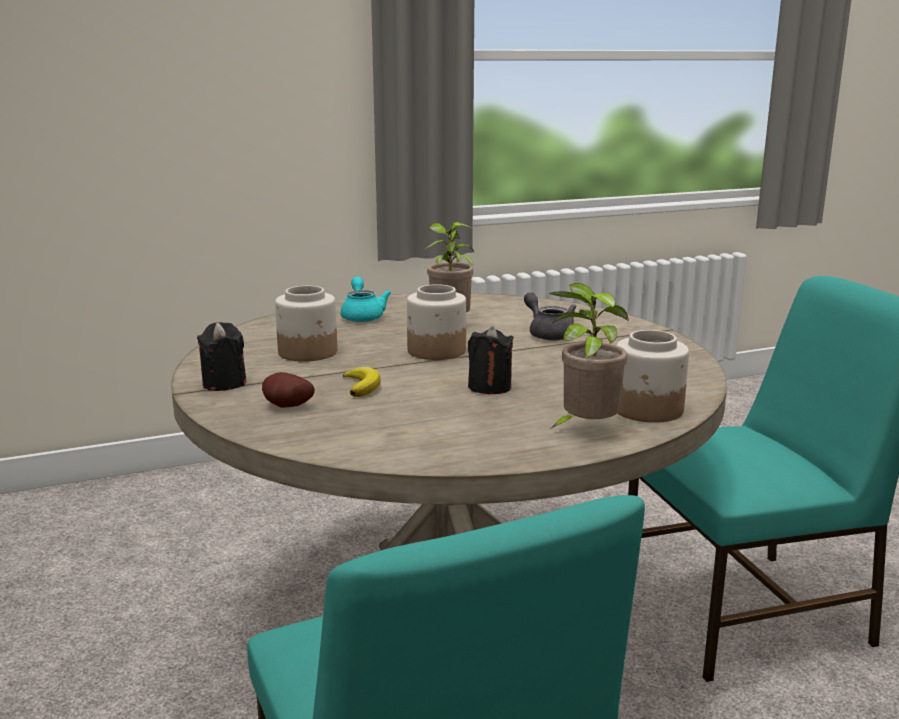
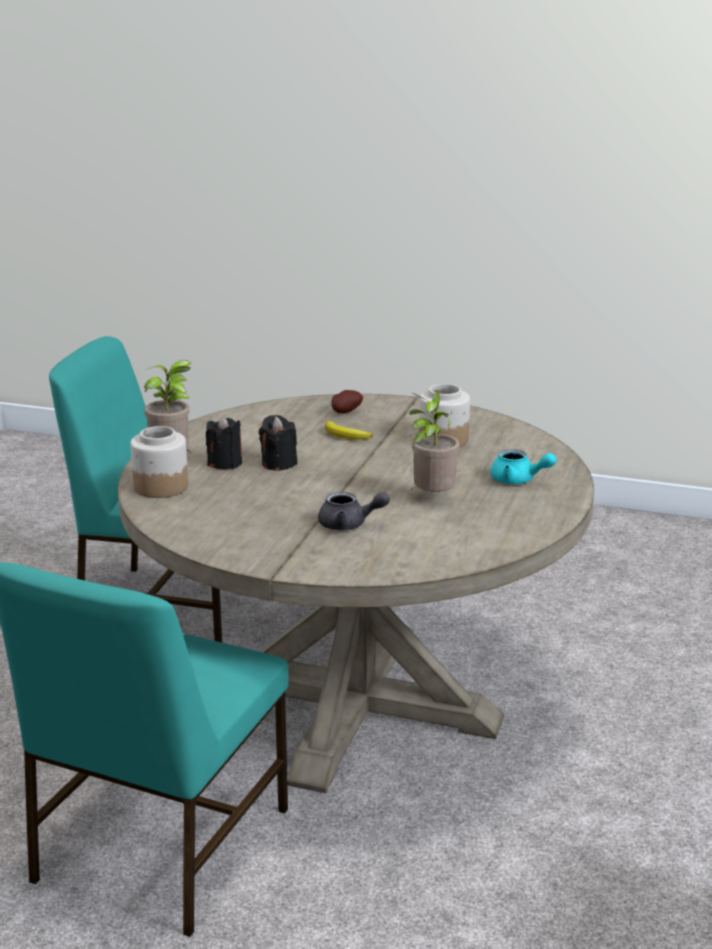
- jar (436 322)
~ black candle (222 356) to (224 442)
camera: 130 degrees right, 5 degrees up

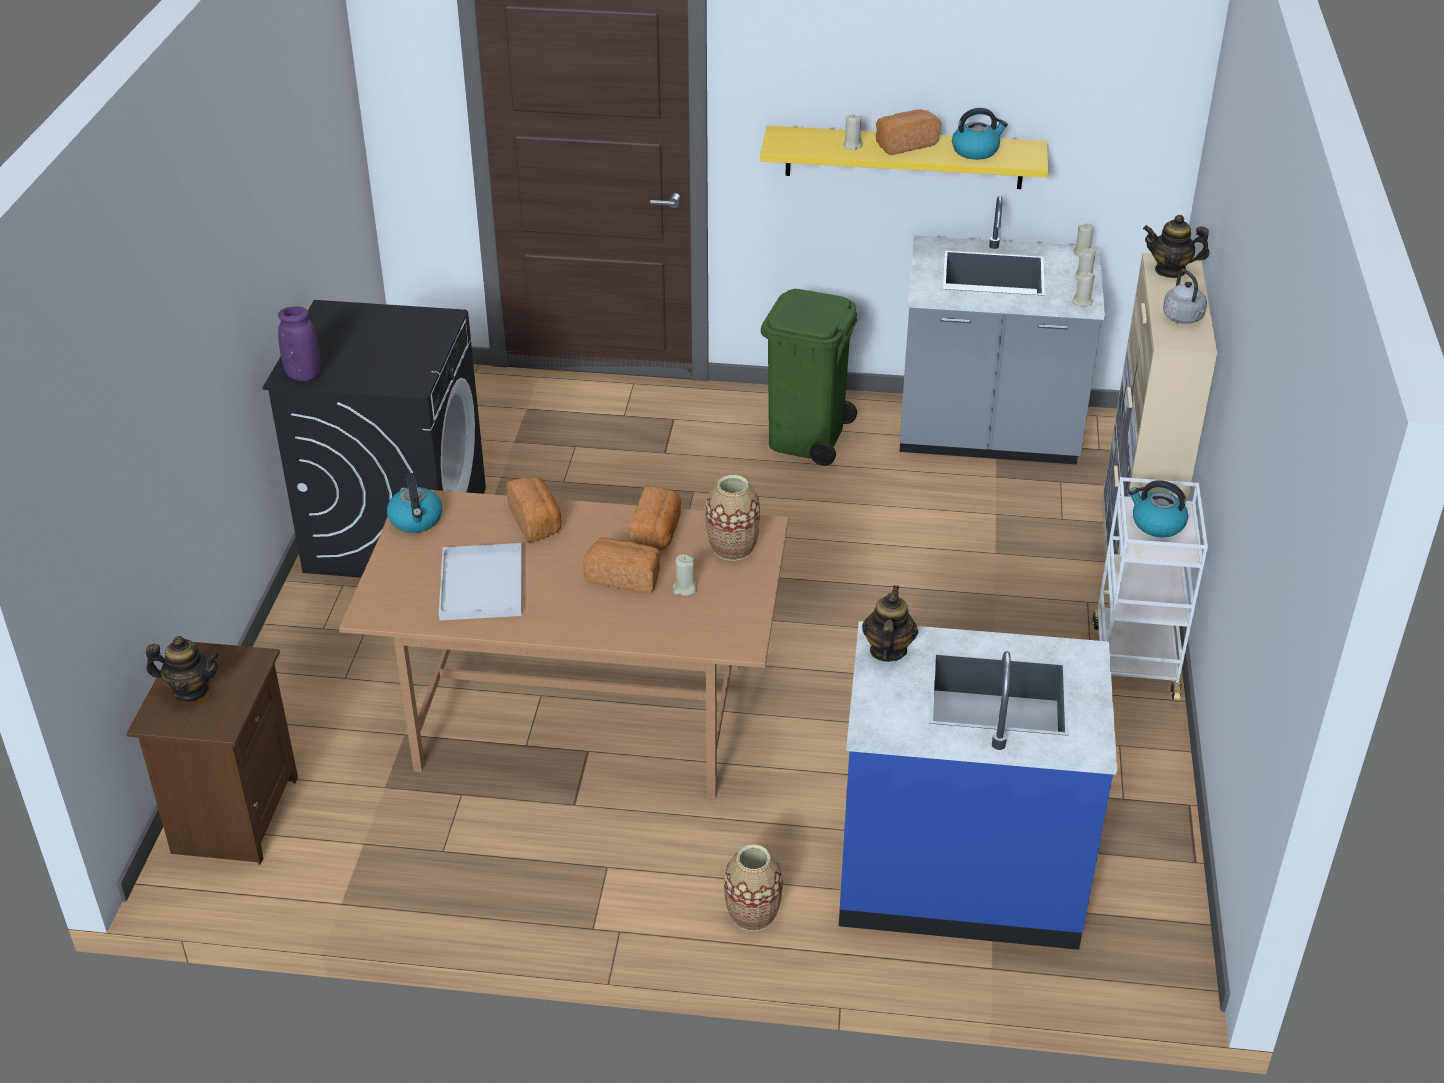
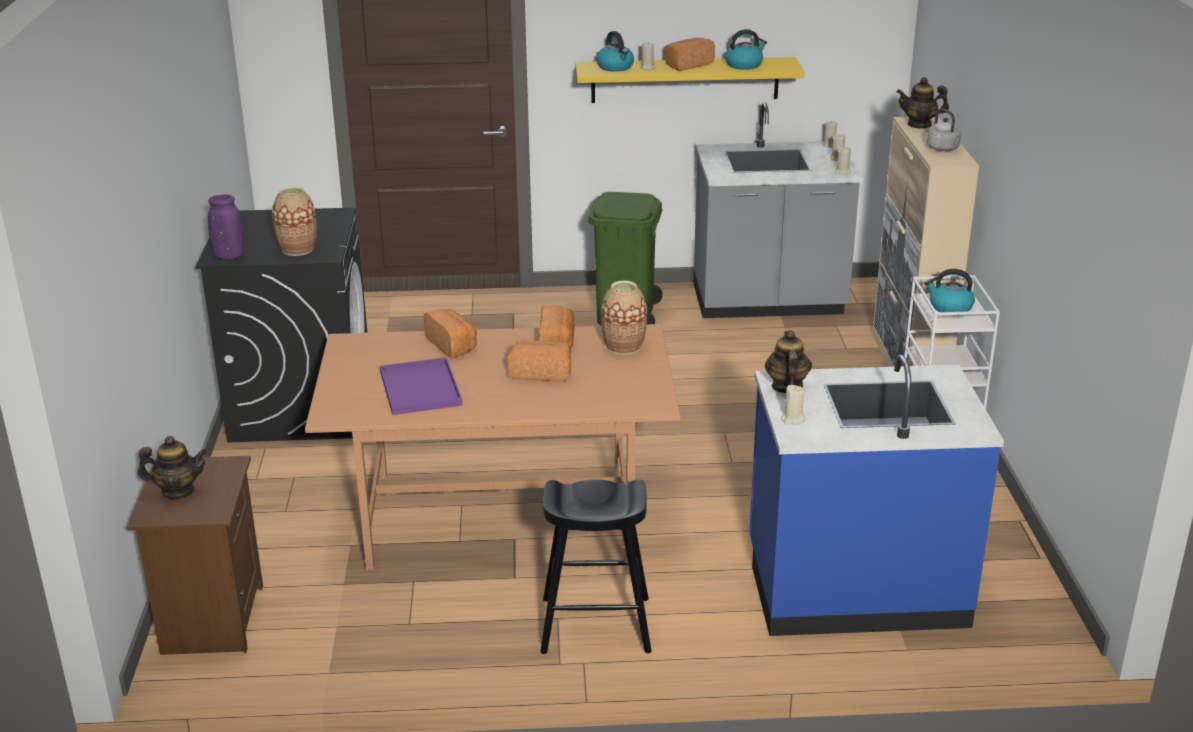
+ black stool (595 566)
~ kettle (414 503) to (615 51)
~ beige candle (684 575) to (793 405)
~ vase (753 887) to (294 221)
~ white tray (480 581) to purple tray (421 386)
camera: 10 degrees left, 10 degrees down

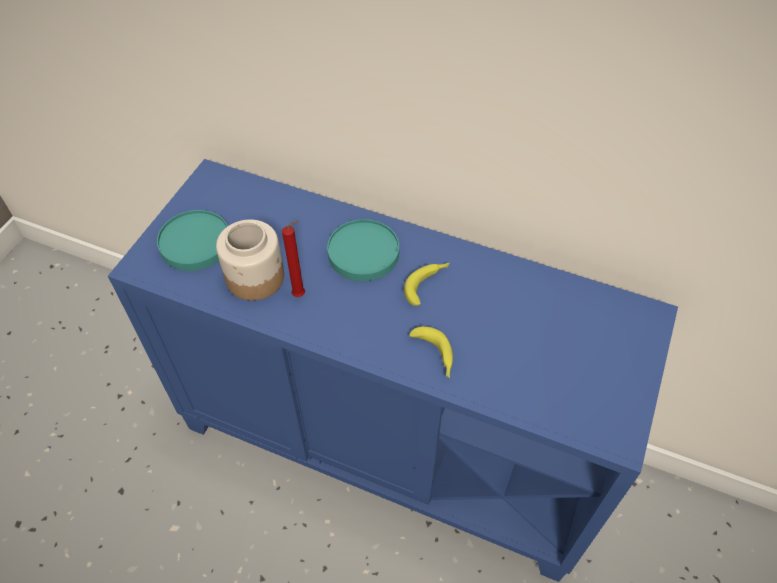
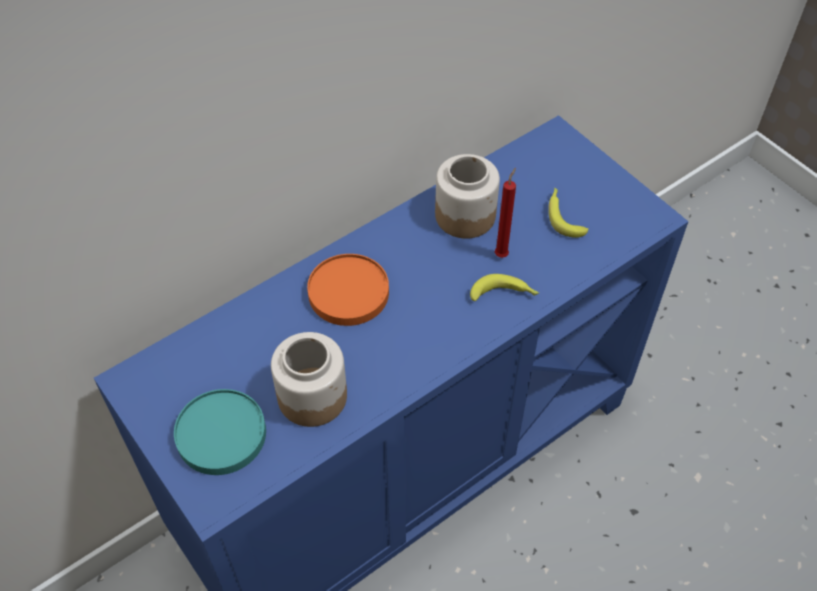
+ jar (467 196)
~ red candle (293 259) to (505 213)
~ banana (427 284) to (568 213)
~ turquoise plate (363 250) to orange plate (348 290)
camera: 60 degrees left, 0 degrees up

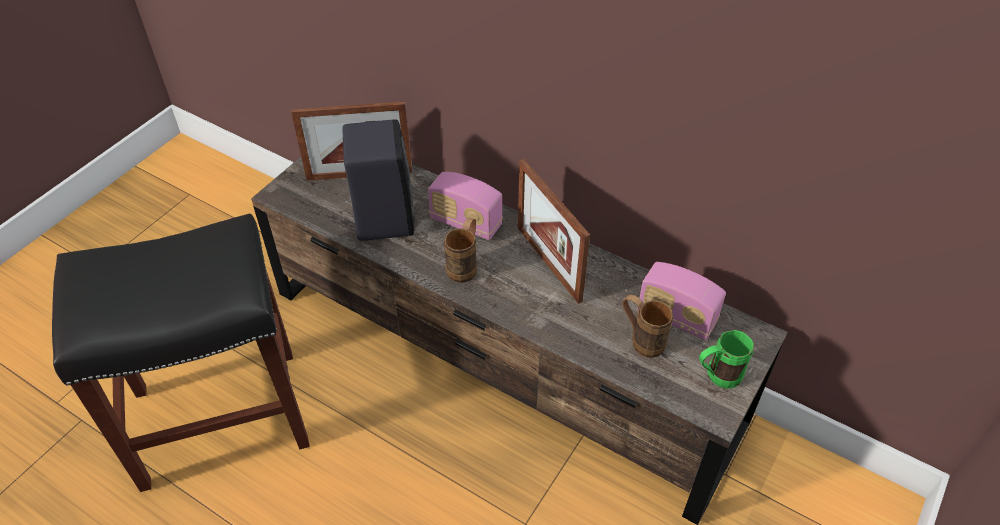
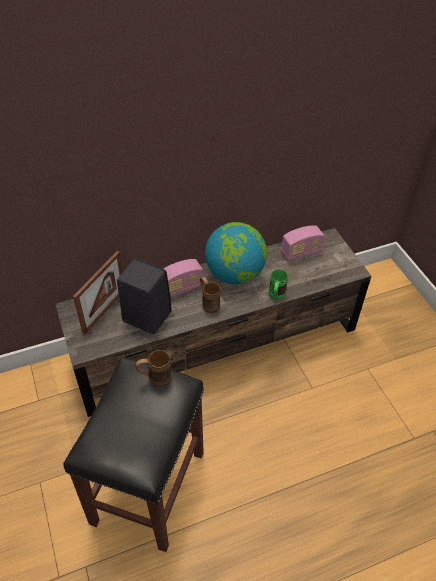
~ brown mug (647 326) to (153 368)
~ green mug (726 359) to (278 284)
~ picture frame (554 231) to globe (236 253)
camera: 55 degrees left, 0 degrees up

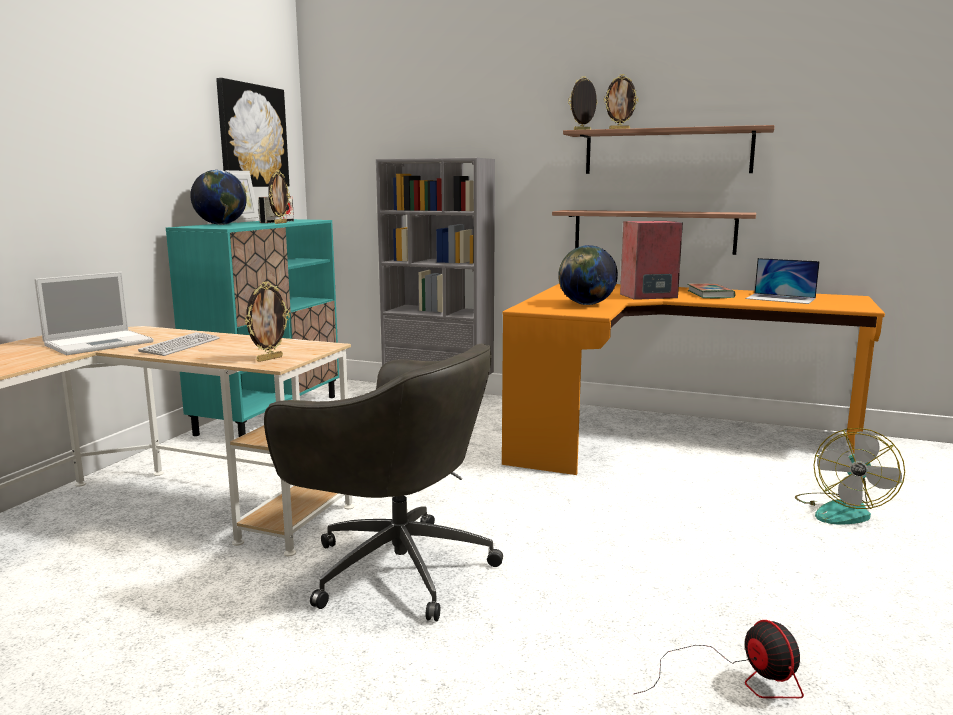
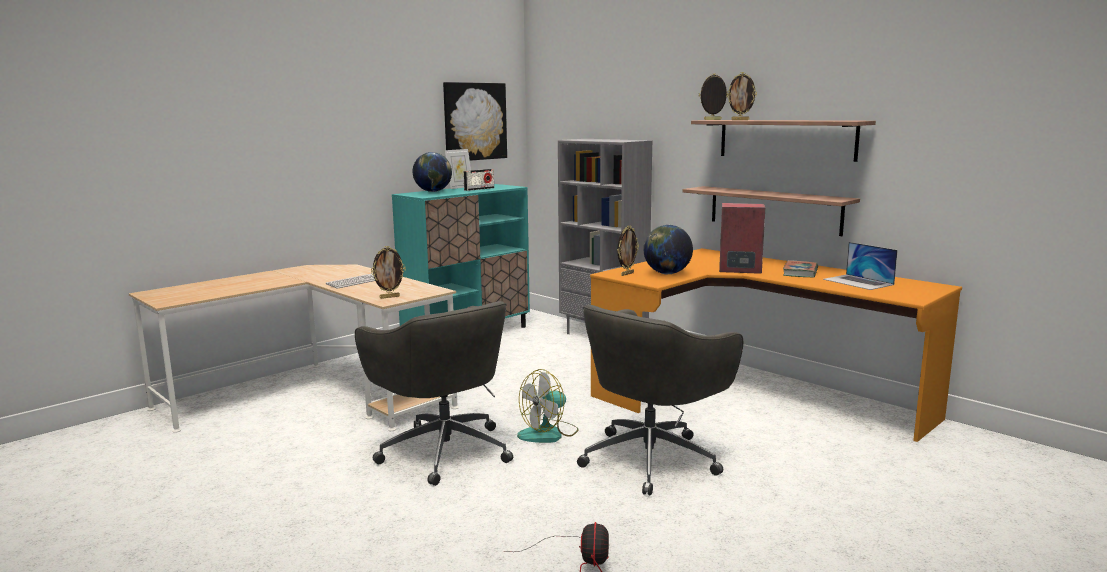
- laptop (93 313)
+ grey office chair (660 400)
~ picture frame (279 197) to (628 250)
~ fan (850 476) to (548 406)
camera: 25 degrees right, 0 degrees up

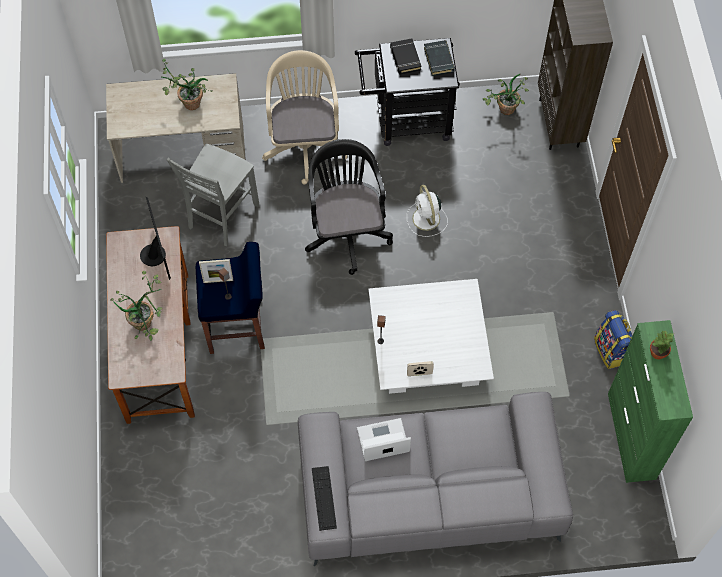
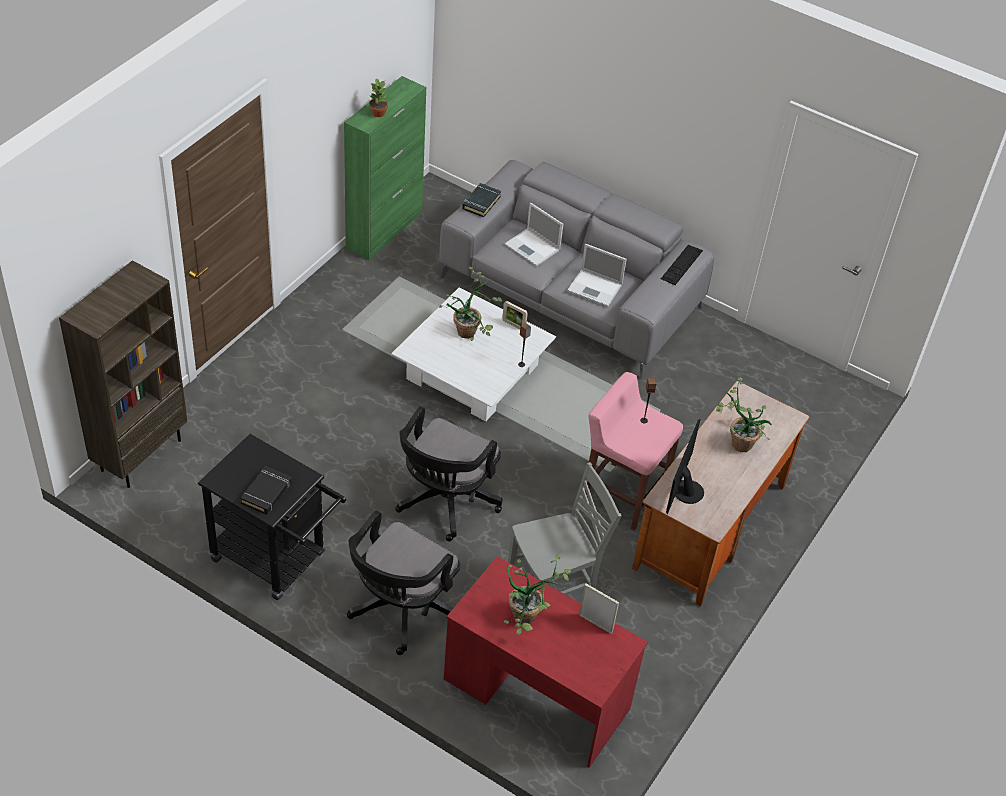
- white fan (427 211)
- backpack (613 339)
+ laptop (533 234)
~ picture frame (216 271) to (599 608)
~ black book (439 58) to (482 200)
~ potted plant (505 94) to (470 304)
~ beige desk (176 128) to red desk (546 662)
~ blue stool (230 298) to pink stool (634 451)
~ beige office chair (304 117) to black office chair (403 583)
camera: 145 degrees left, 15 degrees down

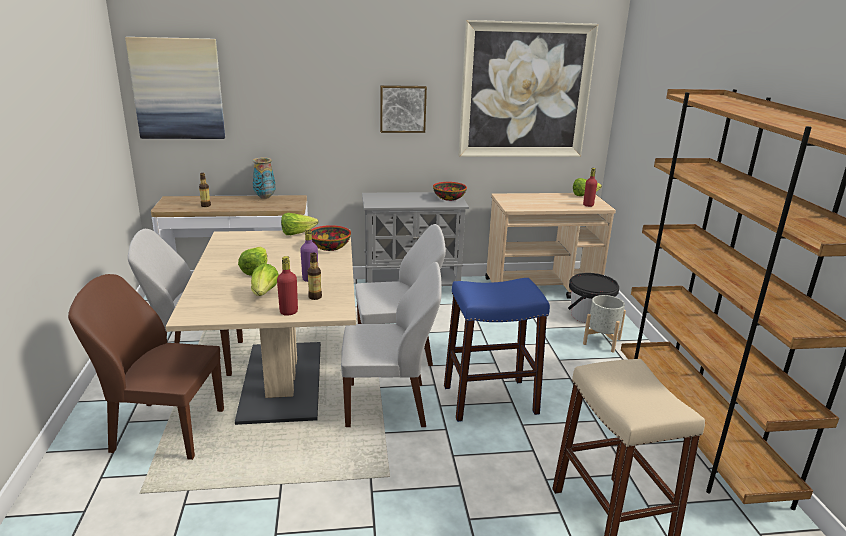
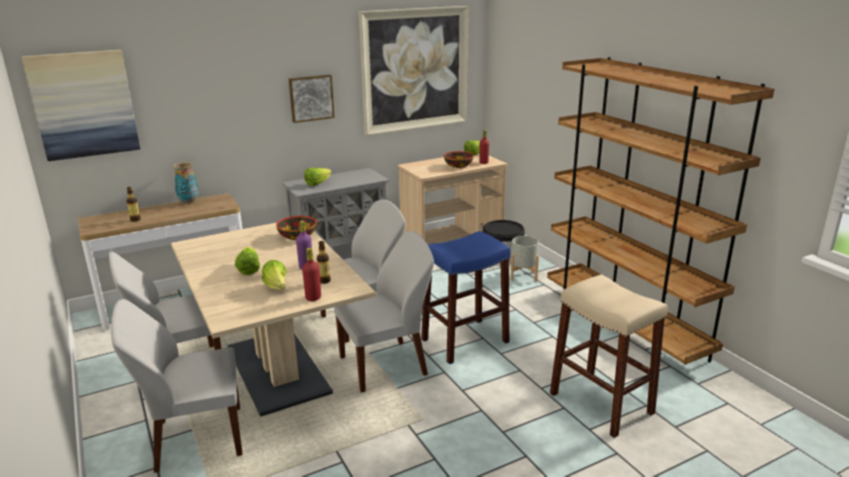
~ lettuce (299 224) to (318 177)
~ bowl (450 191) to (459 159)
~ brown chair (146 367) to white chair (176 386)
camera: 20 degrees left, 0 degrees up

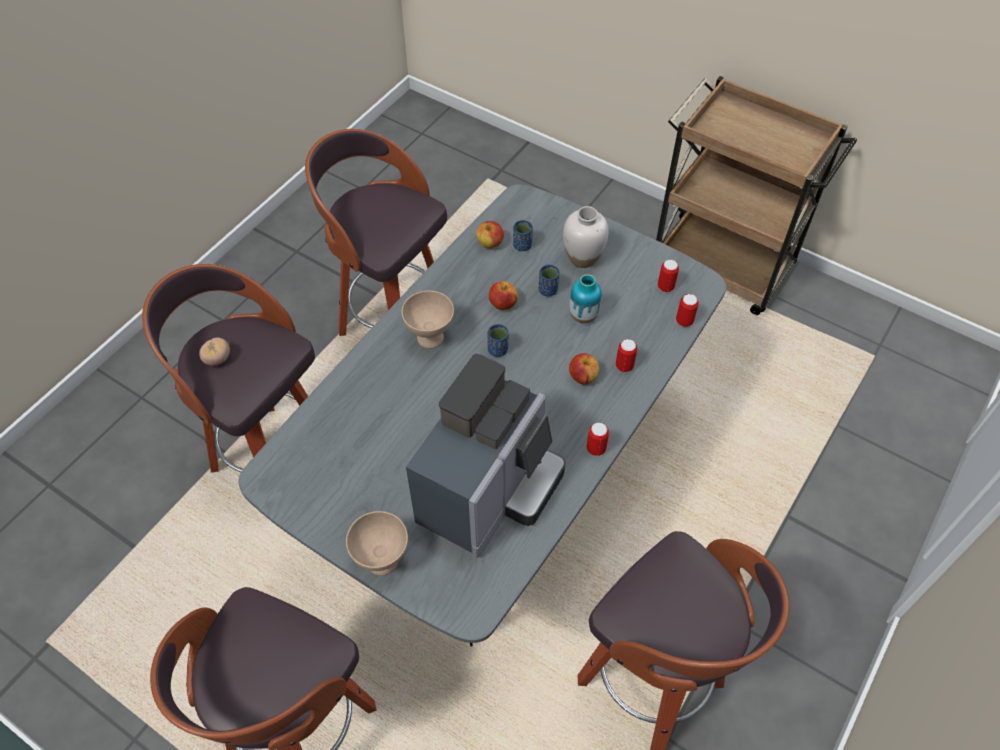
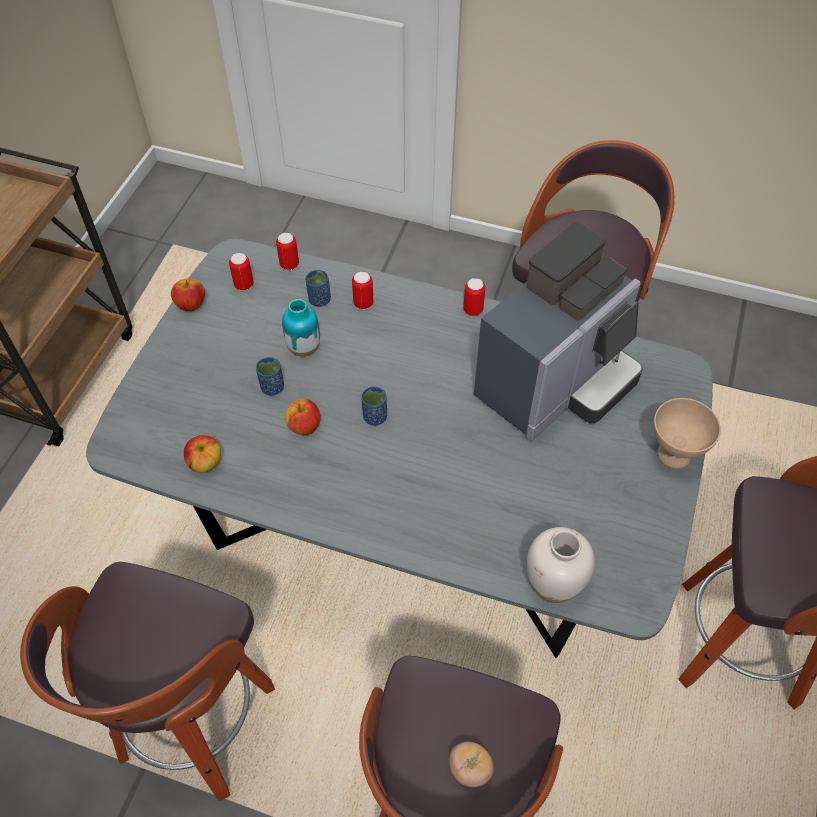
- beige bowl (428 320)
~ blue cup (523 235) to (318 288)
~ white vase (586 237) to (561 565)
~ apple (584 369) to (188 294)
~ coffee machine (485 456) = (558 331) 120 degrees clockwise
camera: 105 degrees left, 0 degrees up

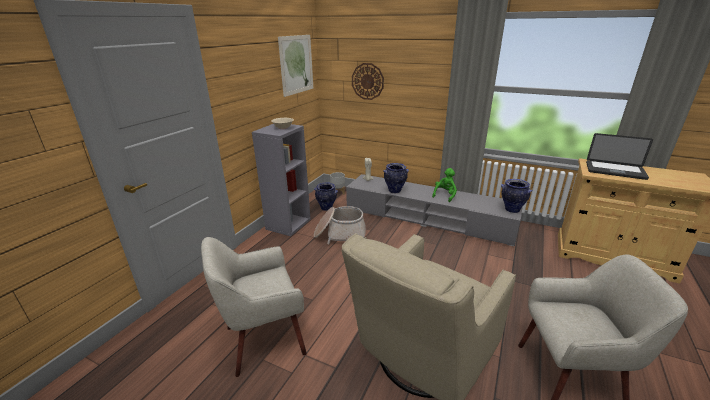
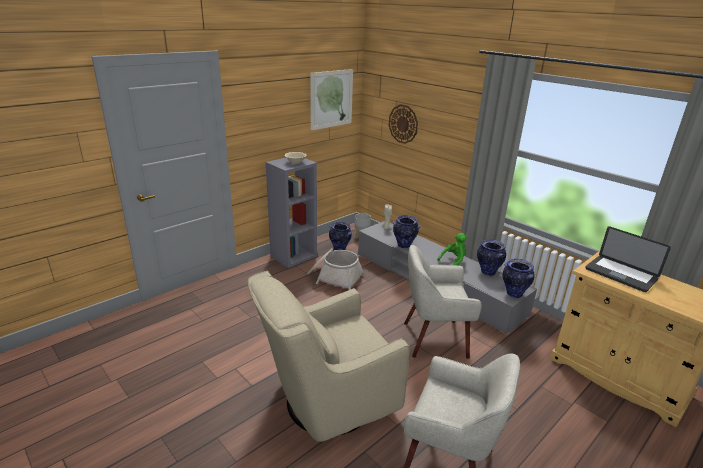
+ vase (491 257)
~ beige armchair (254 307) to (443 302)
camera: 20 degrees right, 0 degrees up

